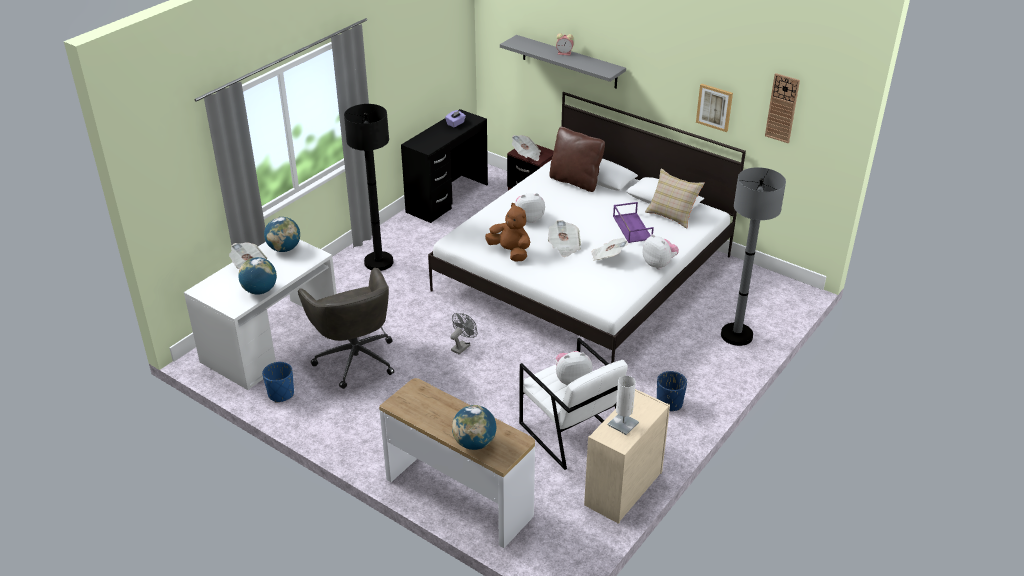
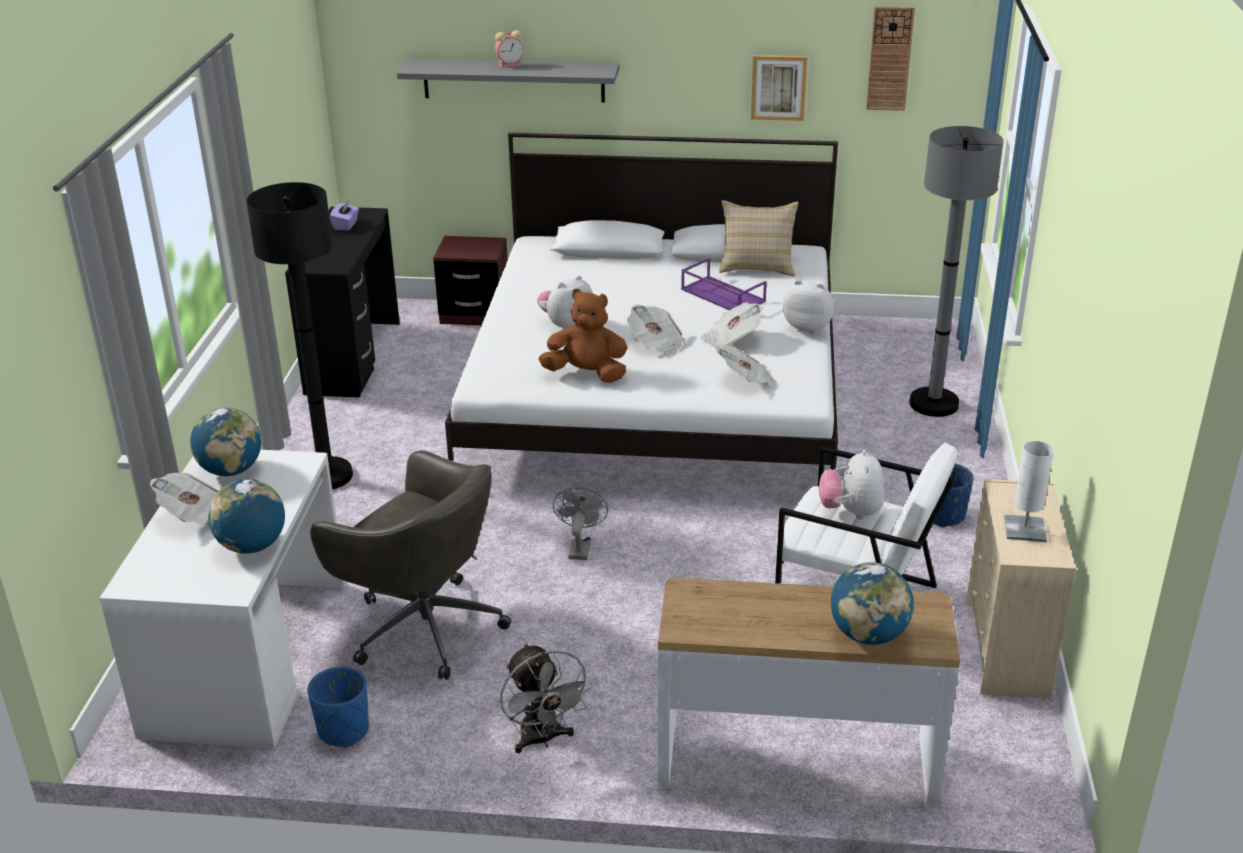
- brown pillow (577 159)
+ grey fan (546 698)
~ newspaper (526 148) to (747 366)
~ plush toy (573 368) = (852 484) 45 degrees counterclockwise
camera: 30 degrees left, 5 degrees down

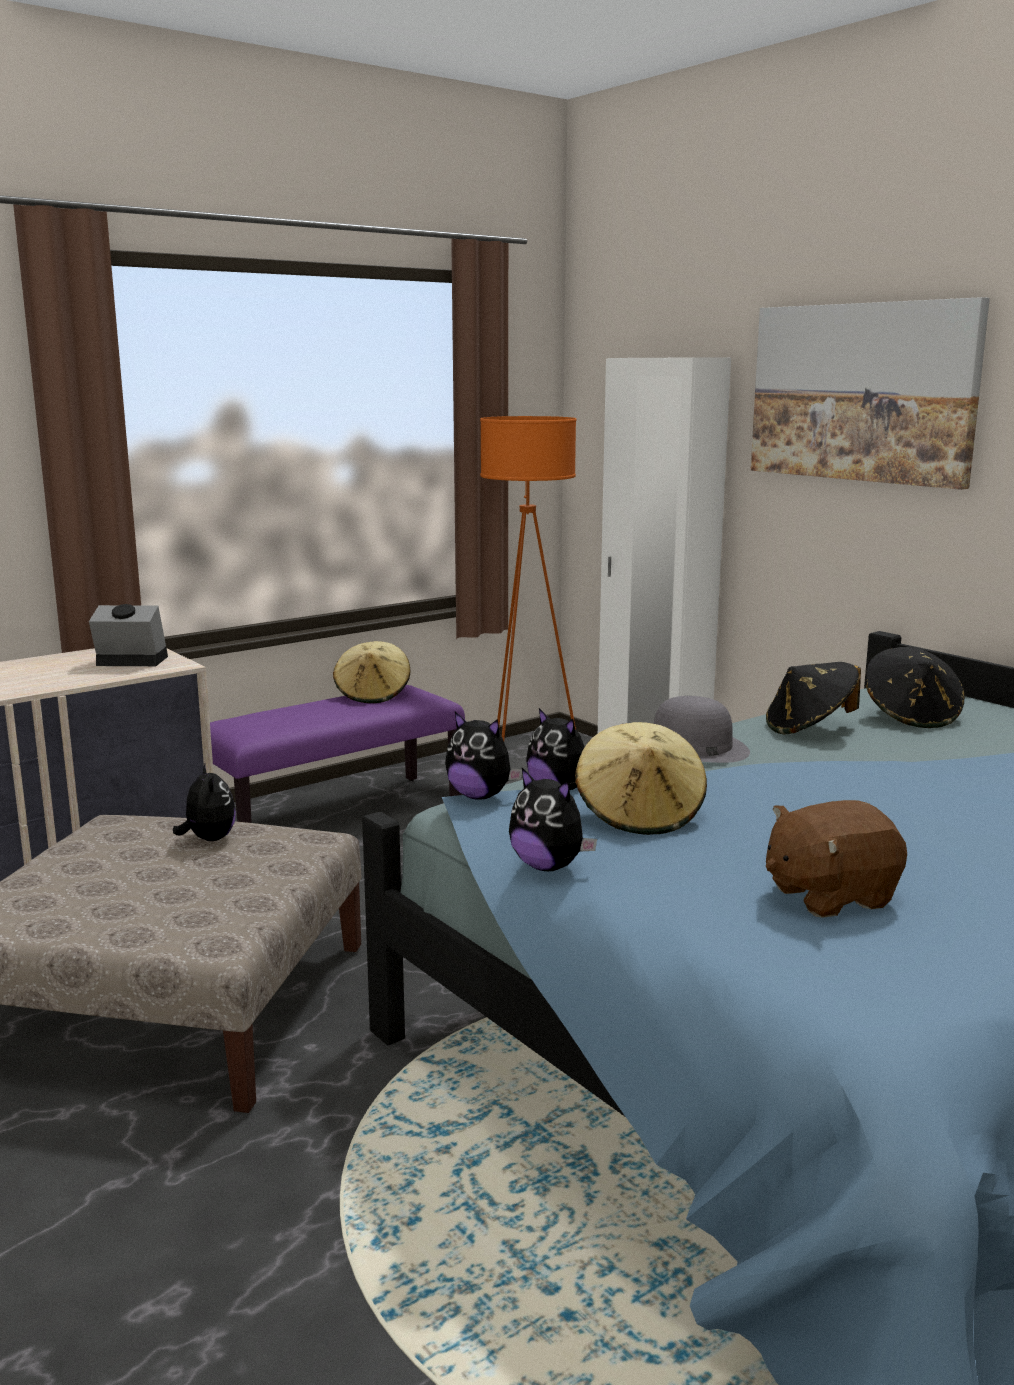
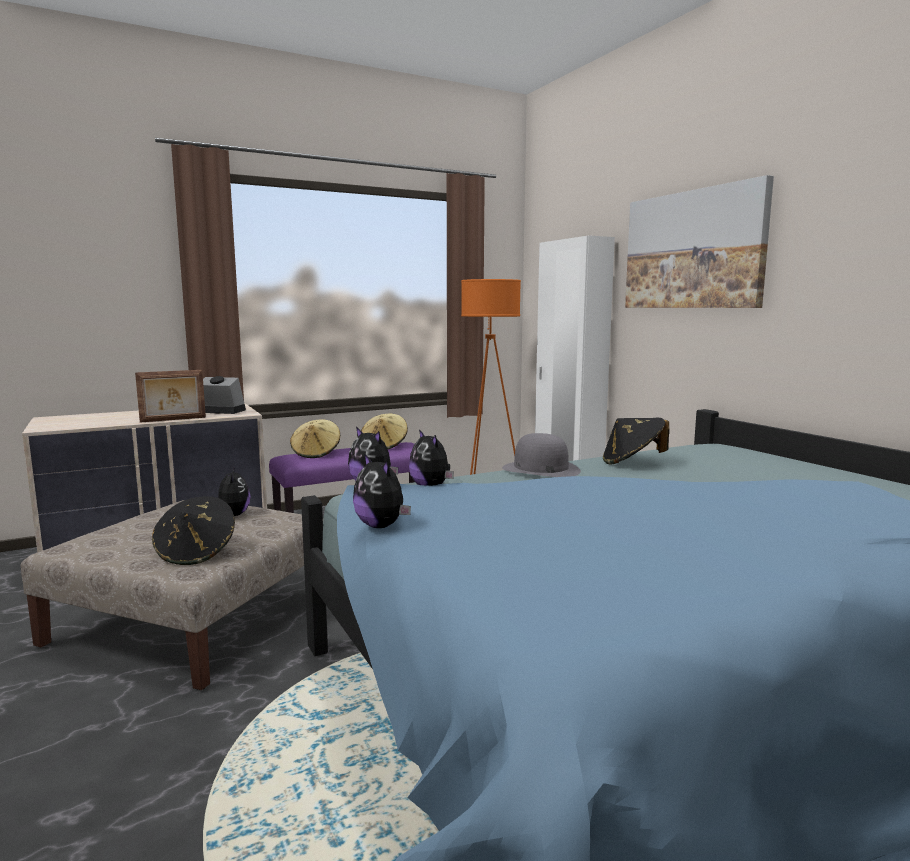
- brown plush toy (836 859)
+ picture frame (170 396)
~ beige hat (641 778) to (315 438)
~ black hat (915 687) to (193 530)
camera: 10 degrees right, 5 degrees down

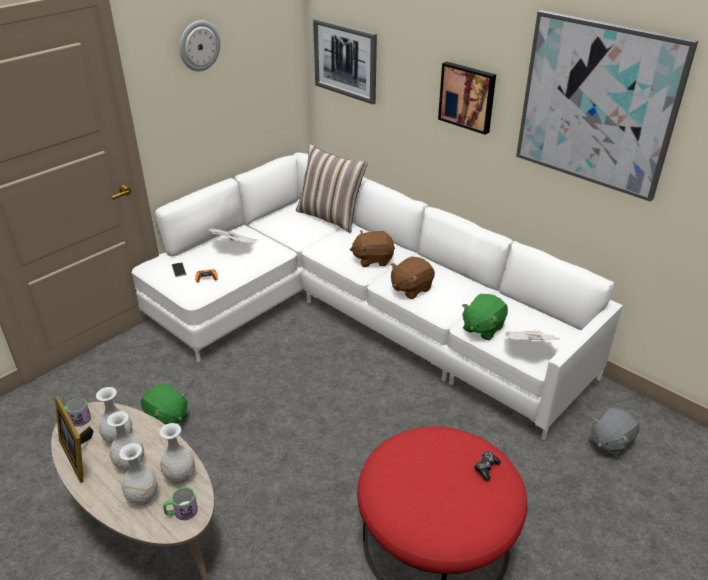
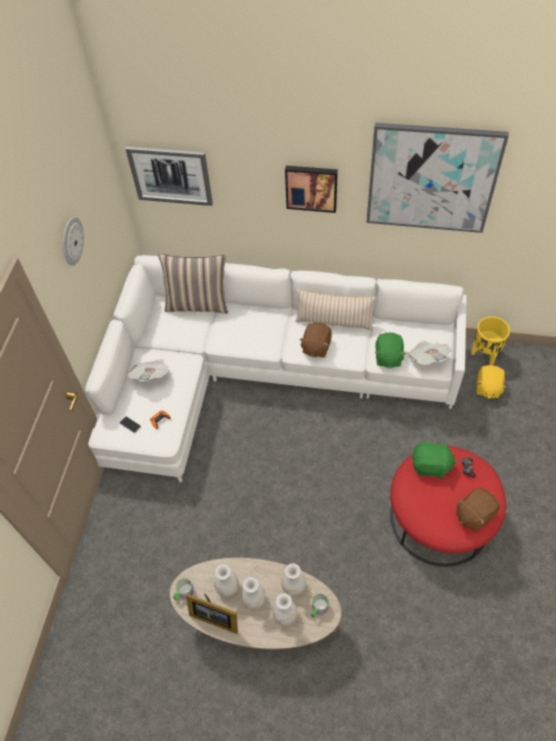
+ beige pillow (335 309)
+ yellow planter (490 340)
~ green plush toy (164 404) to (434 459)
~ brown plush toy (372 248) to (478 510)
~ grey plush toy (614 433) to yellow plush toy (492 382)
camera: 30 degrees left, 20 degrees up

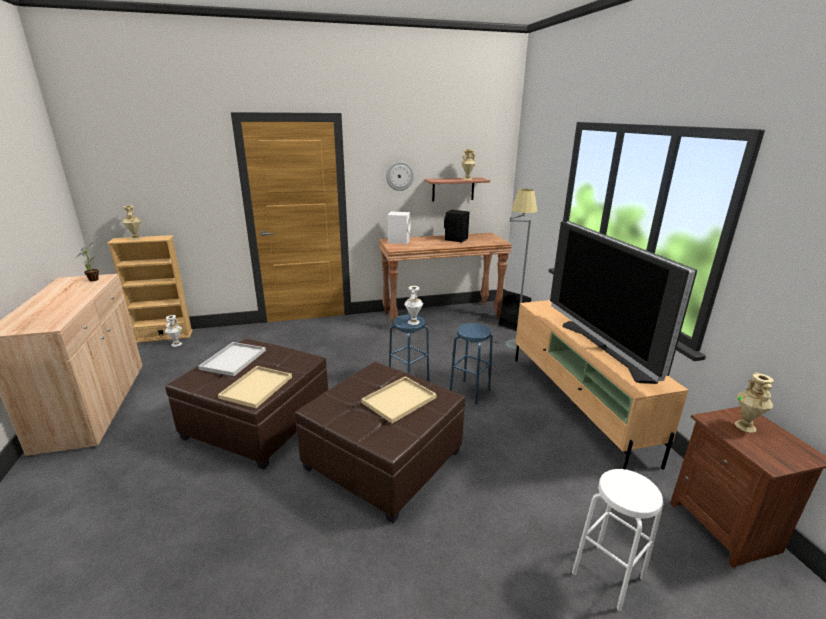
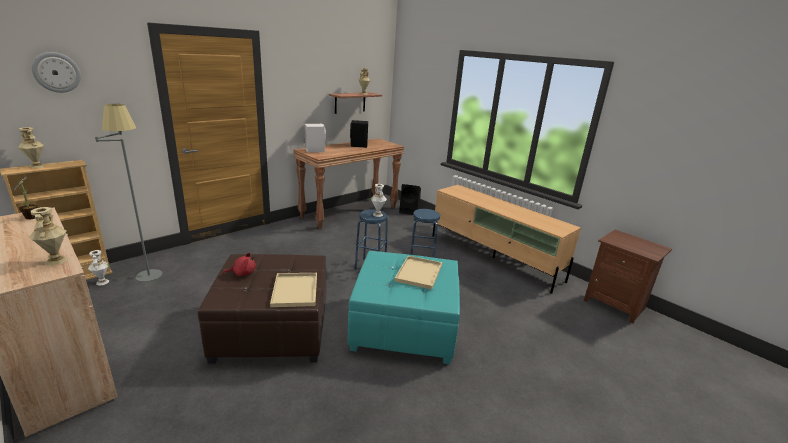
- television (623 302)
- white stool (617 540)
~ wall clock (400 176) to (56 72)
~ grey floor lamp (521 269) to (128 193)
~ beige vase (754 402) to (48 236)
~ white tray (232 359) to red plush toy (239 264)
~ brown ottoman (380 442) to turquoise ottoman (404 307)
camera: 30 degrees left, 0 degrees up

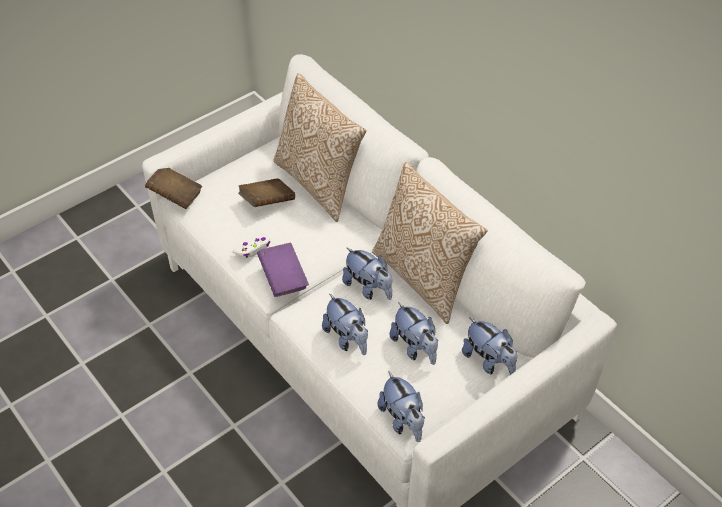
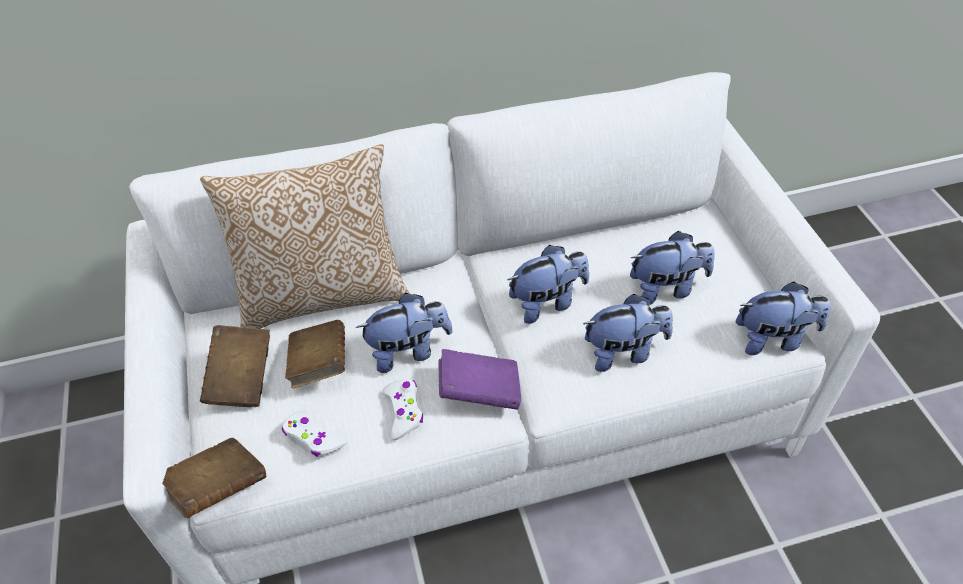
- pillow (430 243)
+ brown book (235 366)
+ white game controller (314 434)
~ plush toy (489 346) to (404 333)
camera: 65 degrees left, 0 degrees up

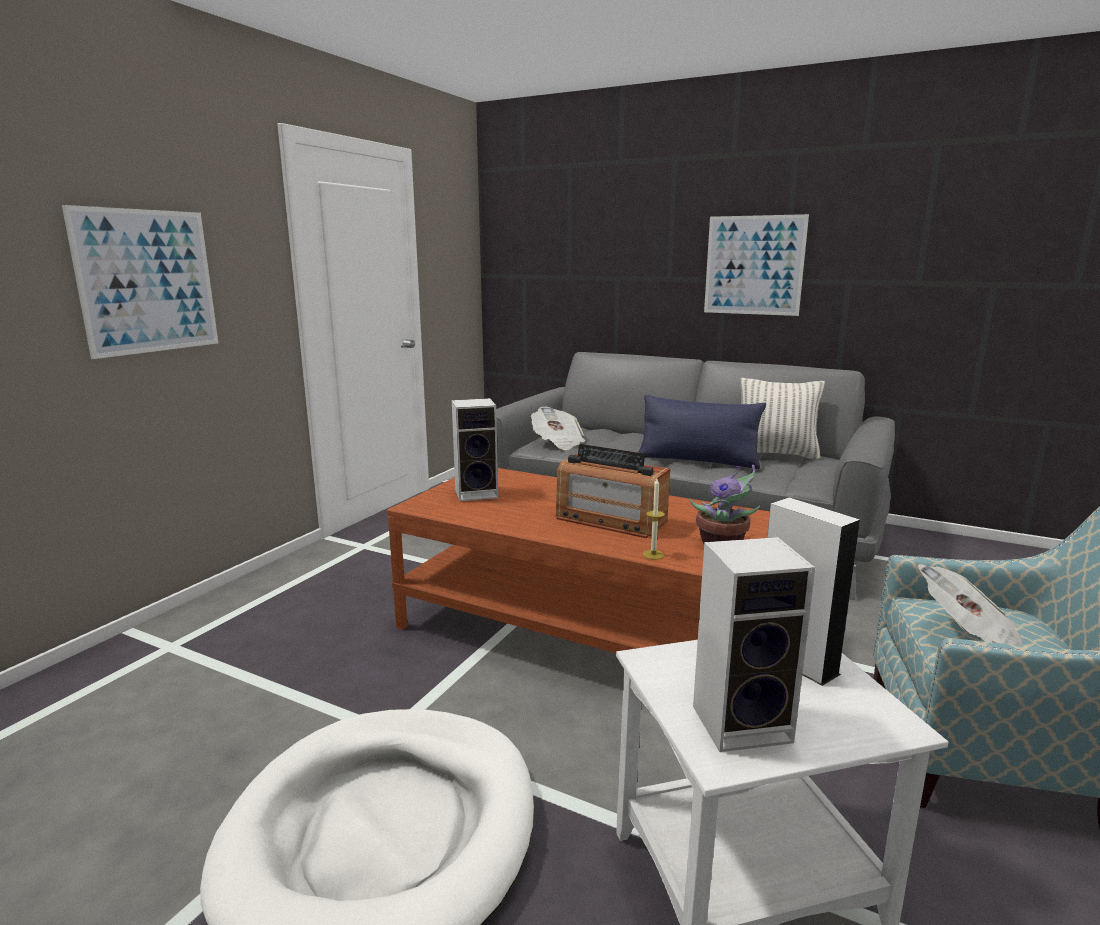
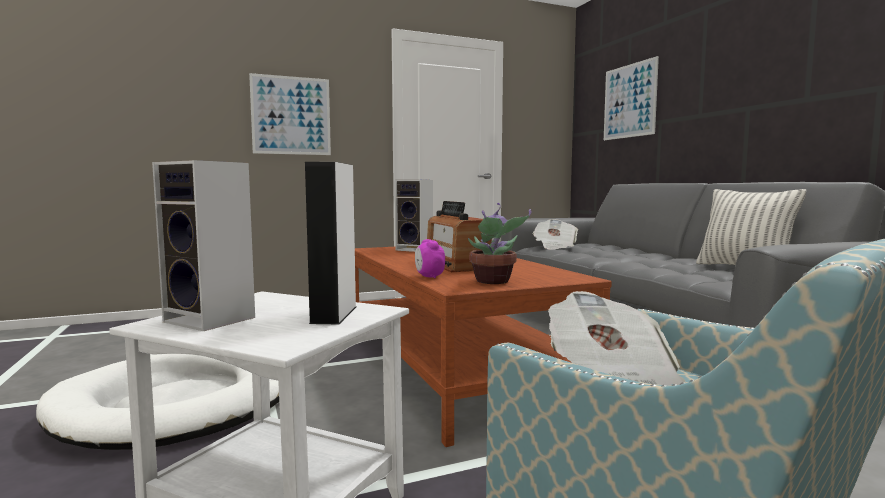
- blue pillow (702 432)
~ picture (756 265) to (631 98)
~ candle (654 519) to alarm clock (430 258)
camera: 40 degrees right, 10 degrees down

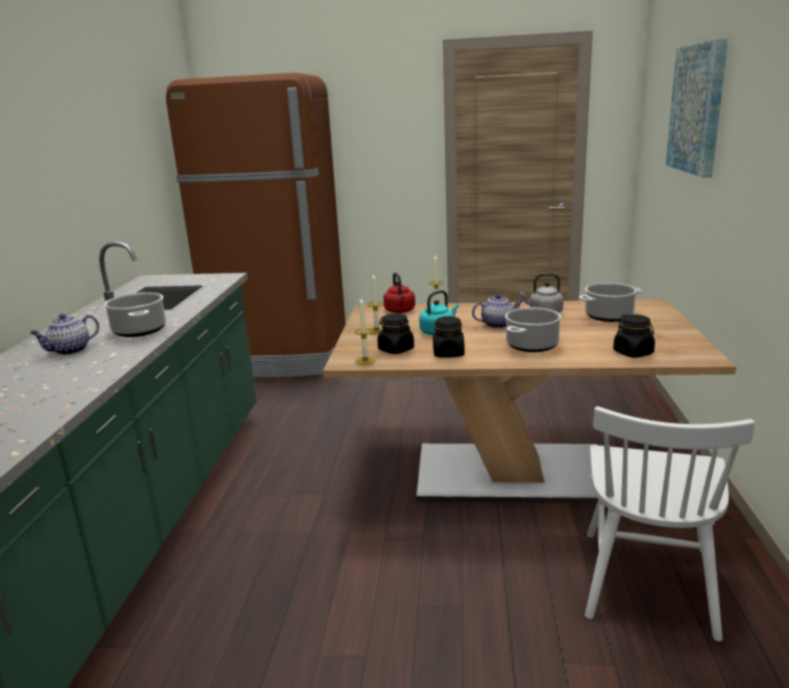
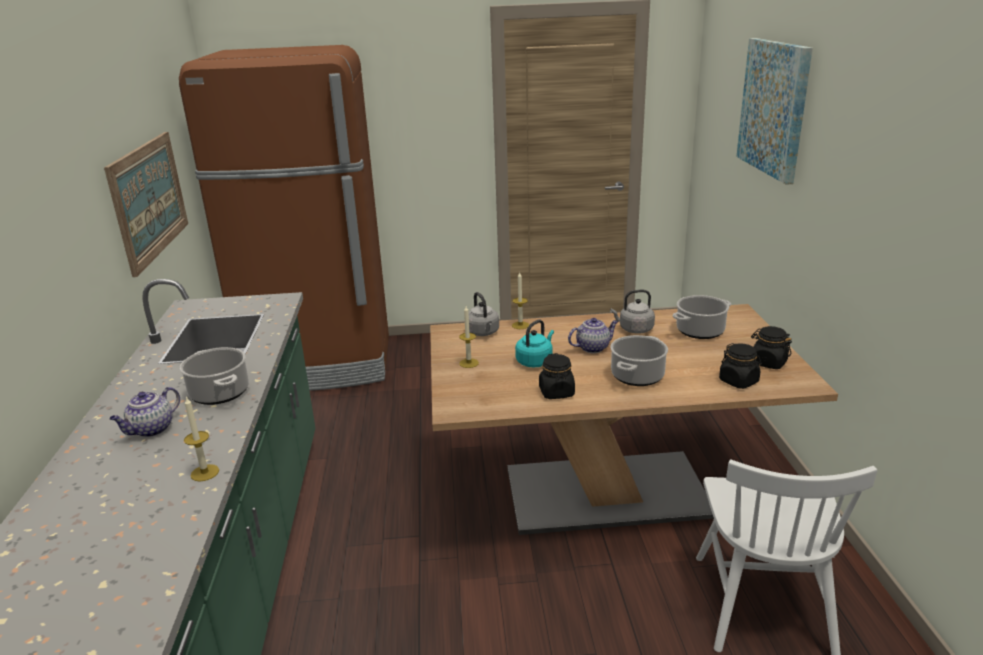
+ picture (146 204)
~ candle (365 331) to (201 438)
~ black jar (395 333) to (771 347)
~ red kettle (399 292) to grey kettle (483 314)
camera: 10 degrees left, 5 degrees up

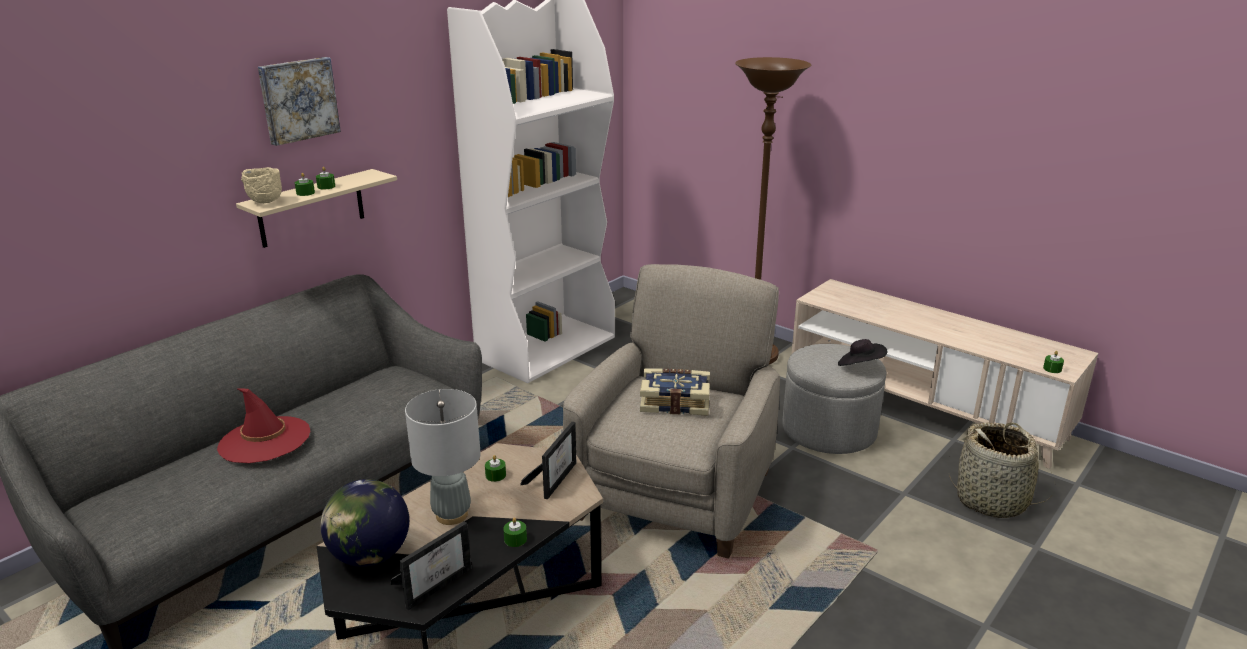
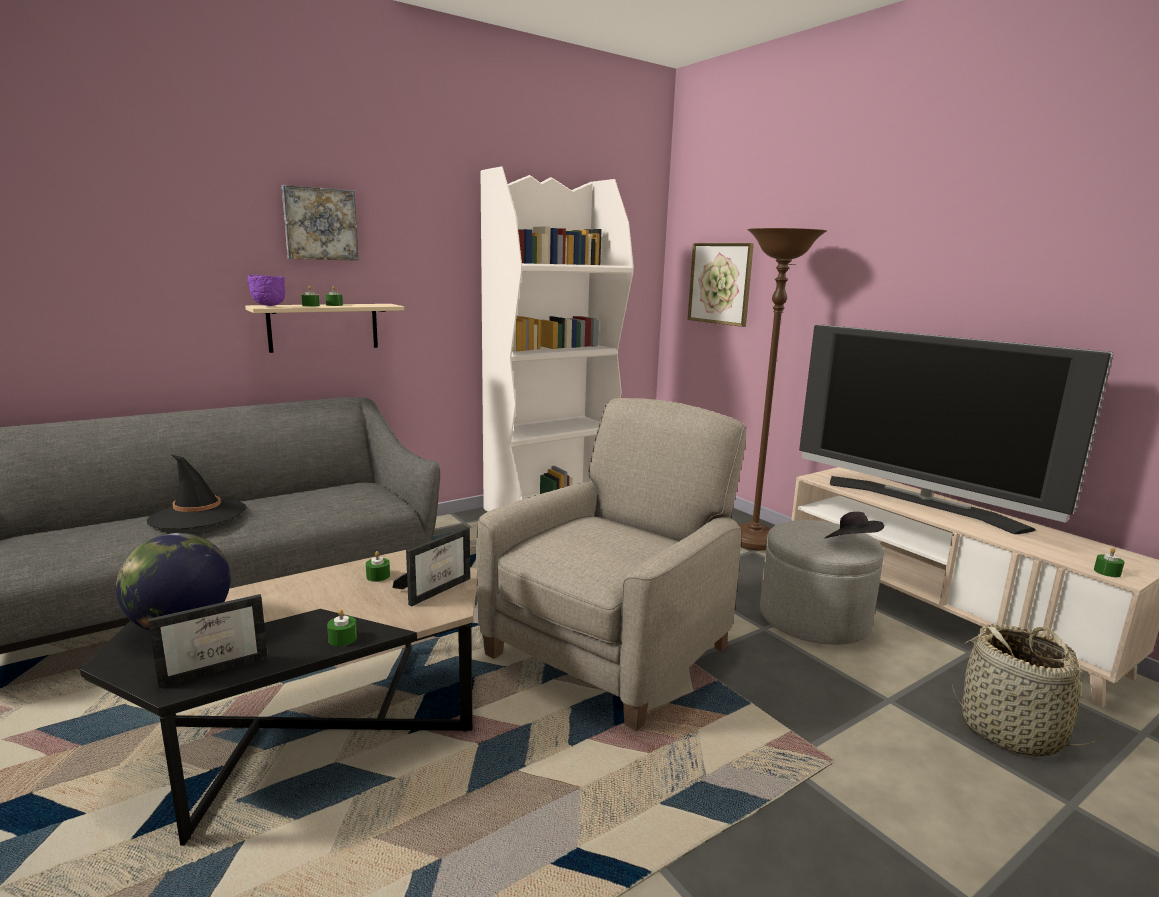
- grey table lamp (443 457)
- book (675 392)
+ picture (721 285)
+ television (956 429)
~ red hat (263 425) to black hat (196 491)
~ beige bowl (261 185) to purple bowl (266 290)
camera: 15 degrees right, 10 degrees down

